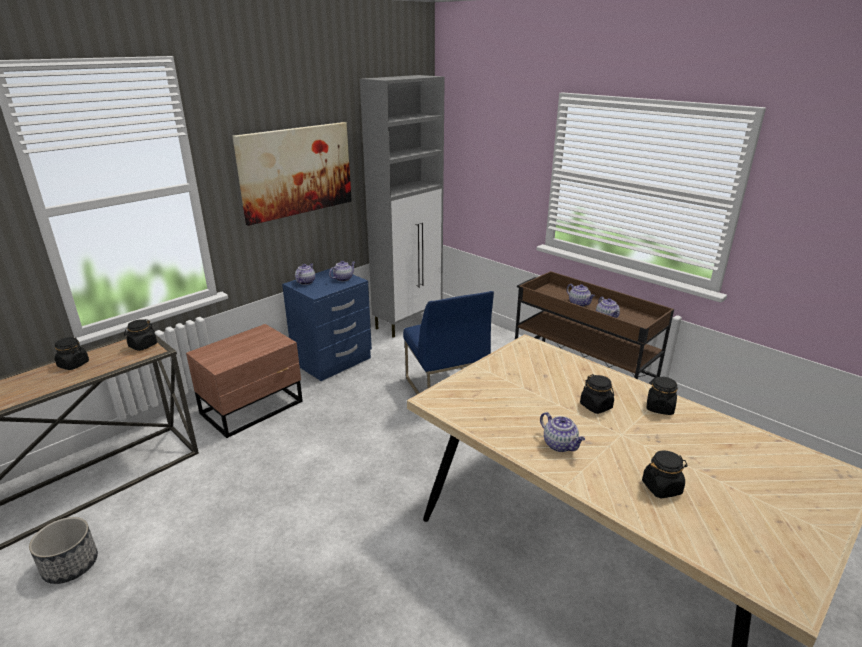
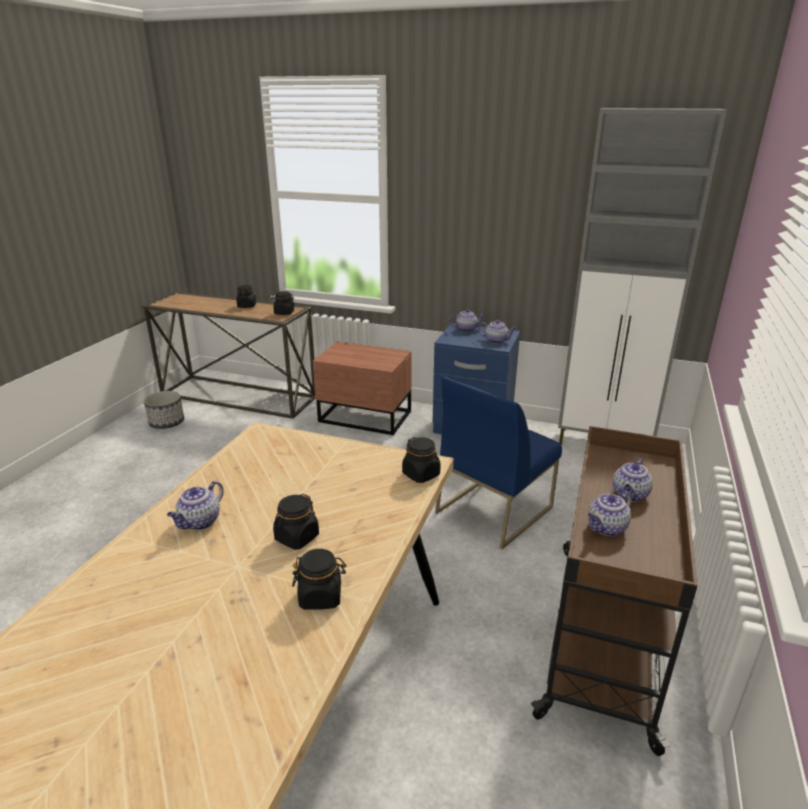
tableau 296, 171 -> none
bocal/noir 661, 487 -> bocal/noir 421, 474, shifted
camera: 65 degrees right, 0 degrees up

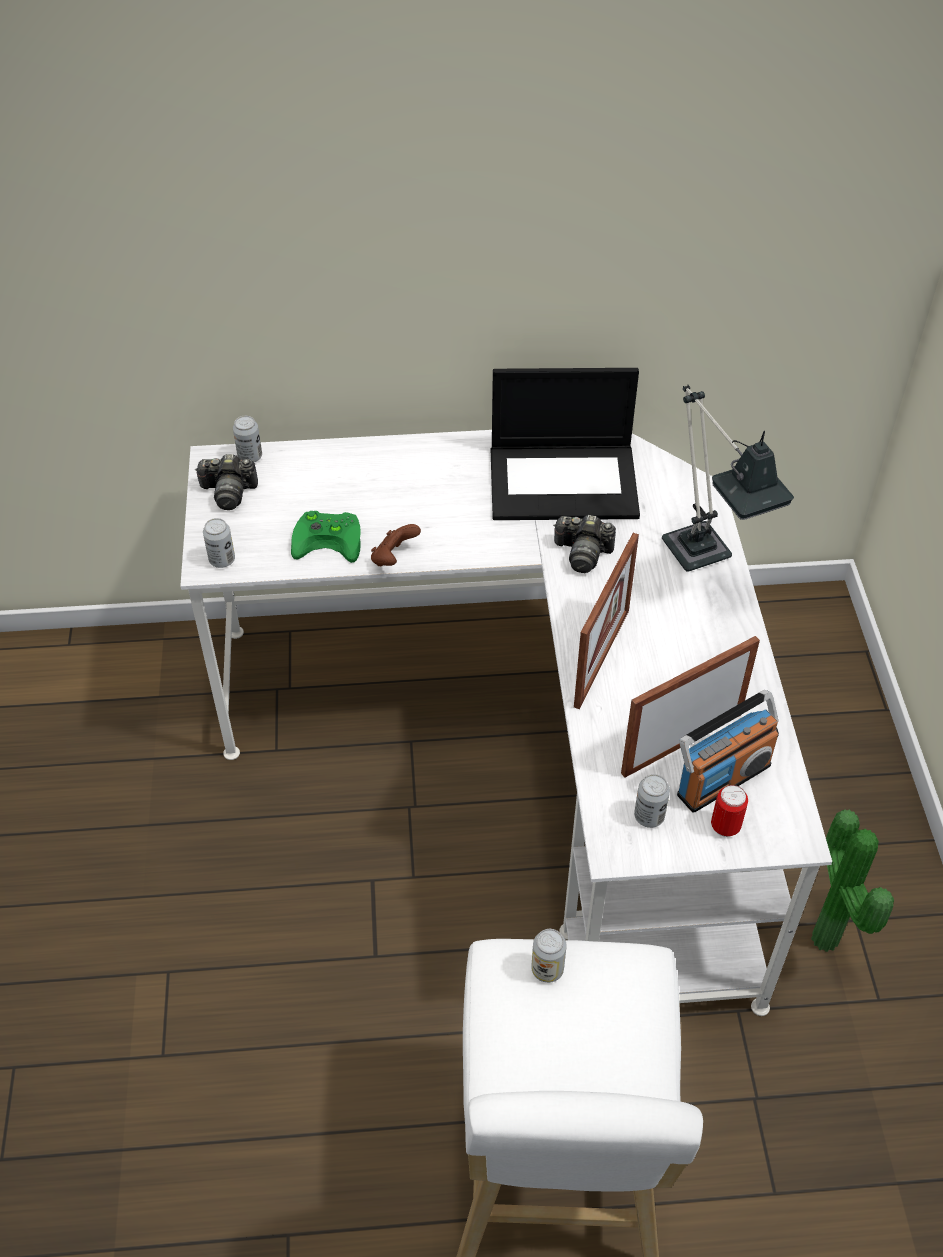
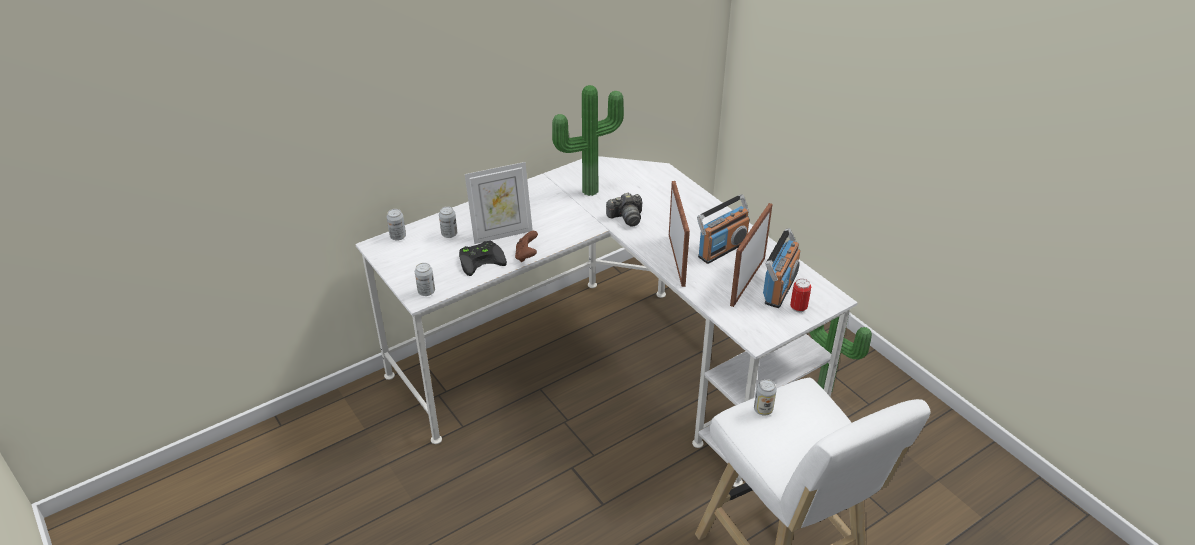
ordinateur portable 565, 481 -> plante en pot 588, 189
lampe de table 704, 560 -> none
appareil photo 229, 492 -> none
manette/vert 330, 539 -> manette/noir 482, 259
boîte métallique 649, 816 -> boîte métallique 449, 234, shifted
none -> cadre photo 502, 233
none -> radio 722, 249
camera: 30 degrees left, 10 degrees down

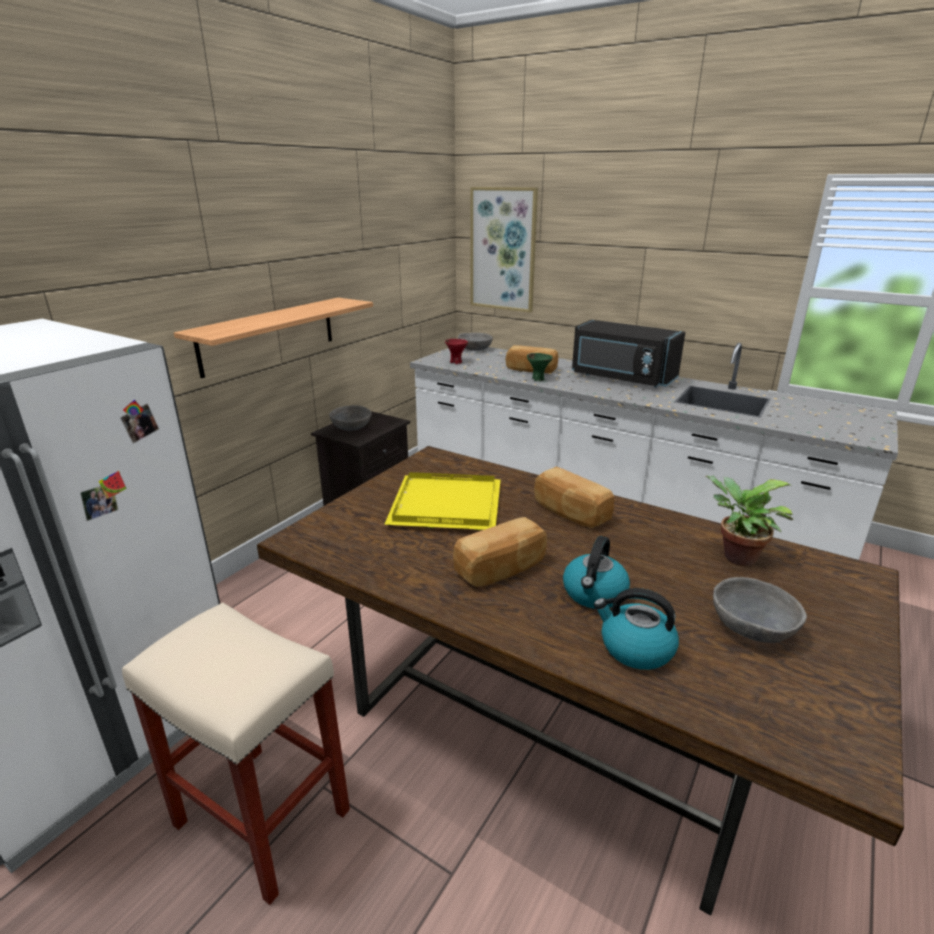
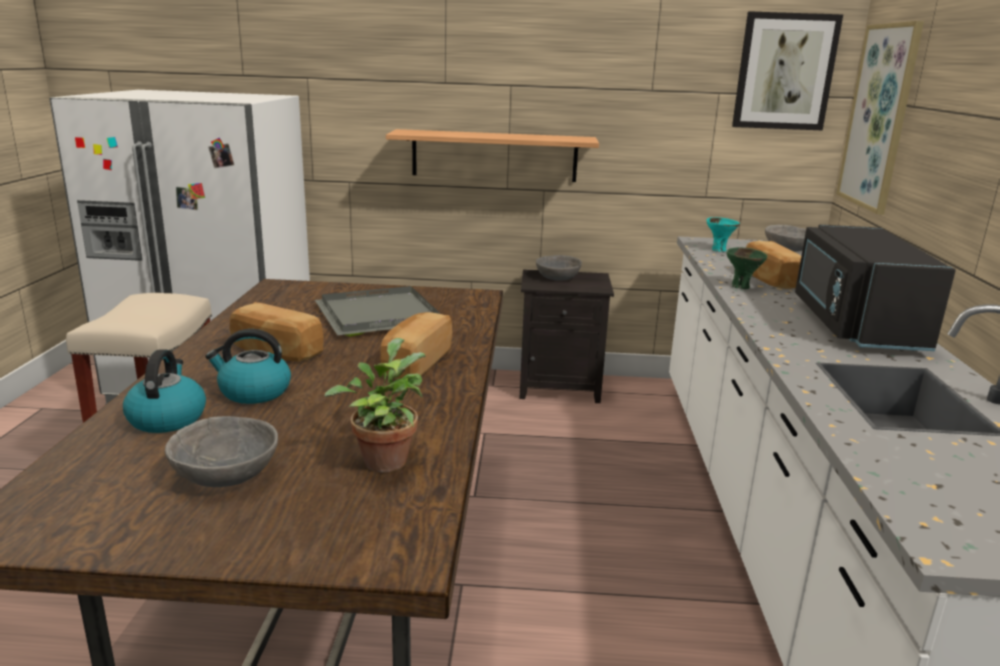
bol/rouge 456, 362 -> bol/turquoise 718, 249
plateau/jaune 444, 503 -> plateau/gris 381, 315
none -> tableau 784, 72
camera: 60 degrees right, 5 degrees down

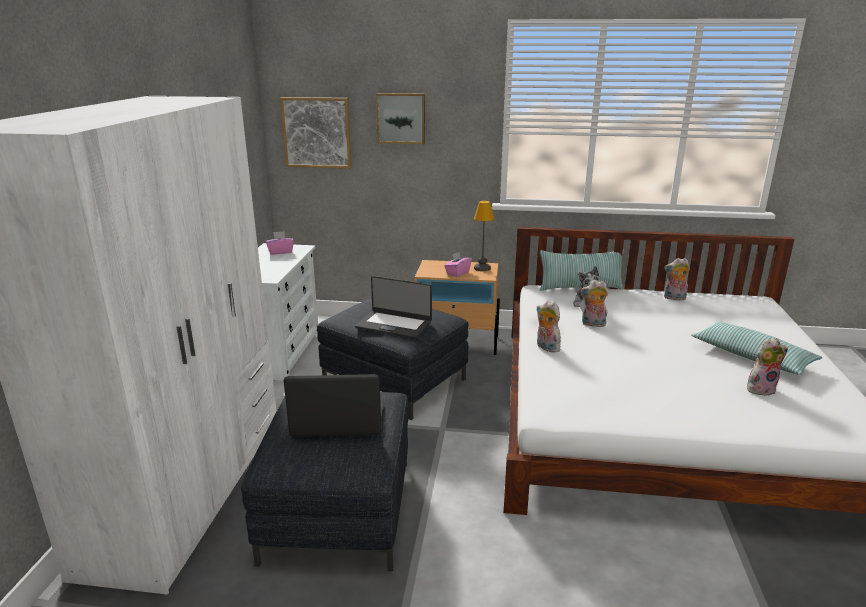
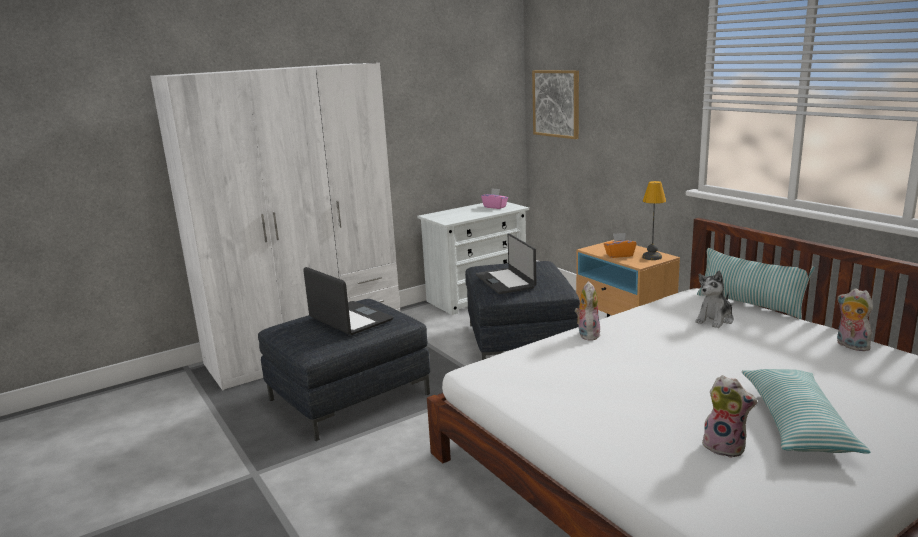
tableau 401, 118 -> none
boîte à mouchoirs/rose 457, 273 -> boîte à mouchoirs/orange 619, 255
peluche 592, 324 -> none
camera: 50 degrees right, 5 degrees down

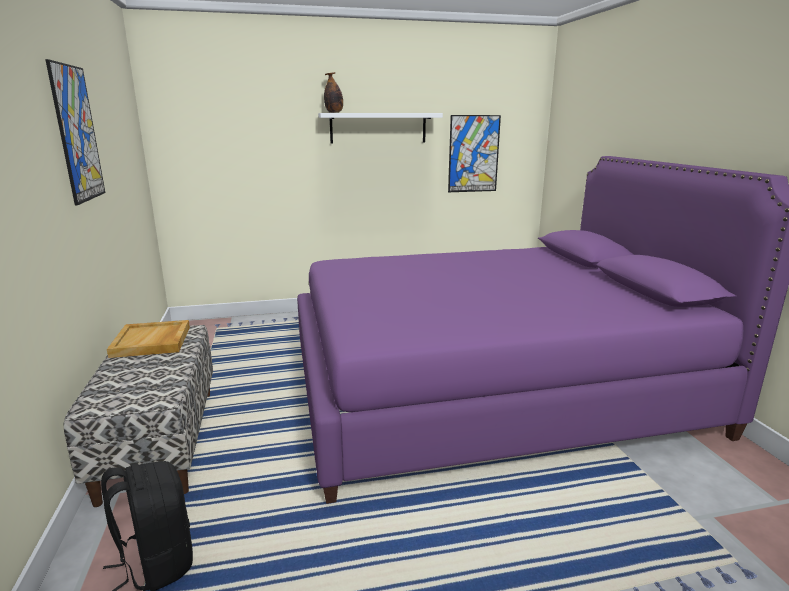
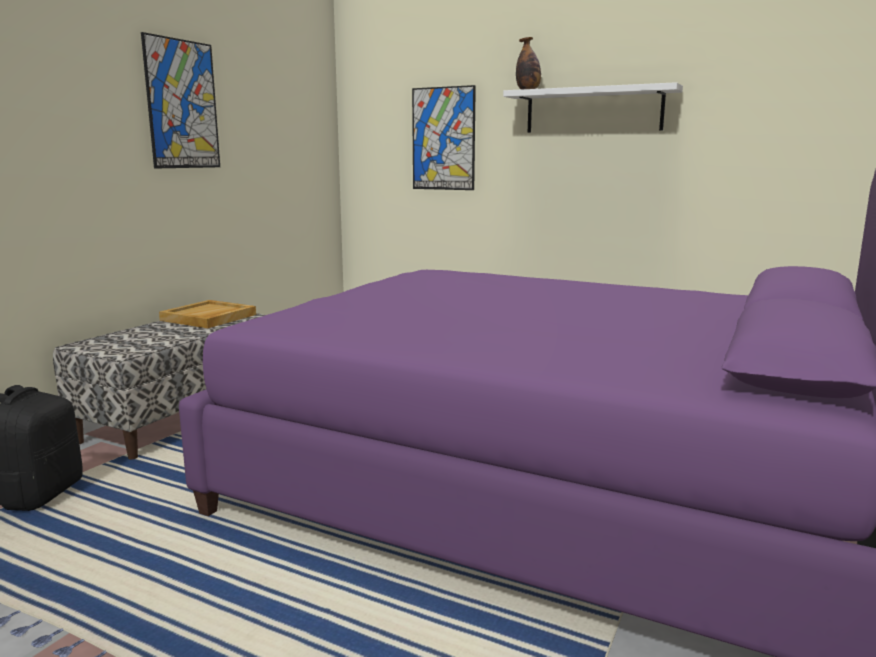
tableau 473, 154 -> tableau 443, 139, shifted
camera: 40 degrees right, 5 degrees down

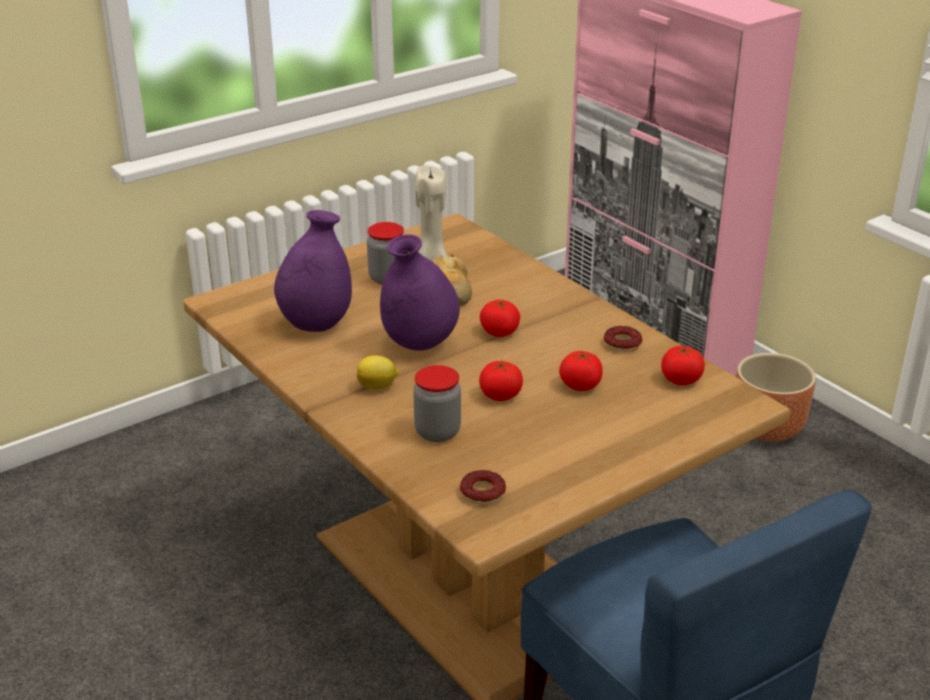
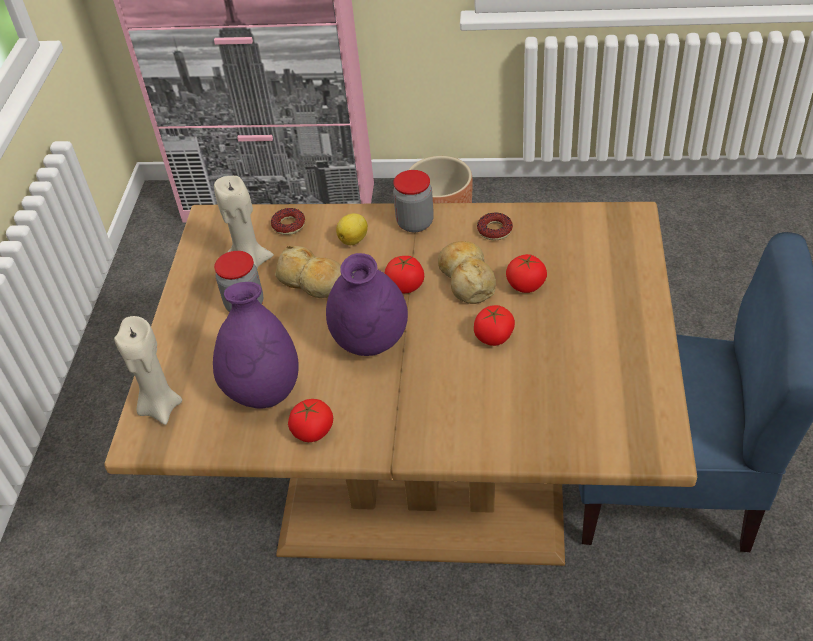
tomate 681, 380 -> tomate 313, 431, shifted
citron 378, 386 -> citron 354, 239, shifted
bocal 437, 432 -> bocal 415, 223, shifted
beignet 482, 493 -> beignet 288, 225, shifted
none -> pain 466, 279
none -> bougie/beige 160, 407
camera: 45 degrees left, 15 degrees up

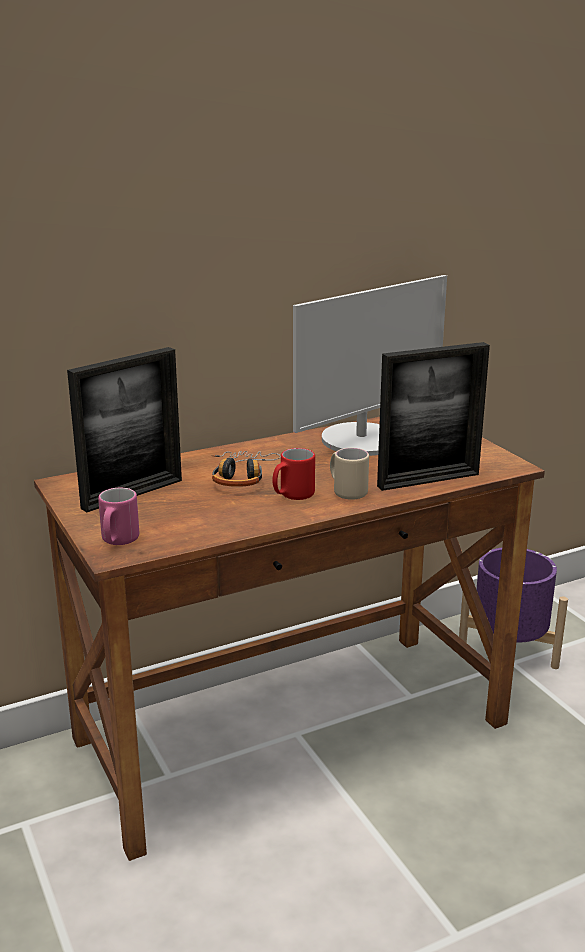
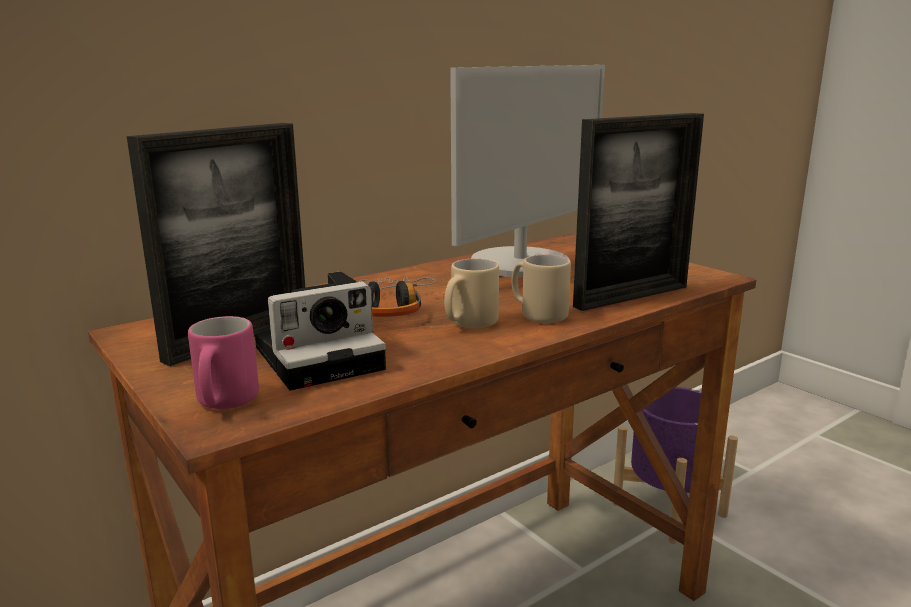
mug/rouge 292, 496 -> mug/beige 468, 325
none -> appareil photo 323, 356
camera: 10 degrees left, 5 degrees down

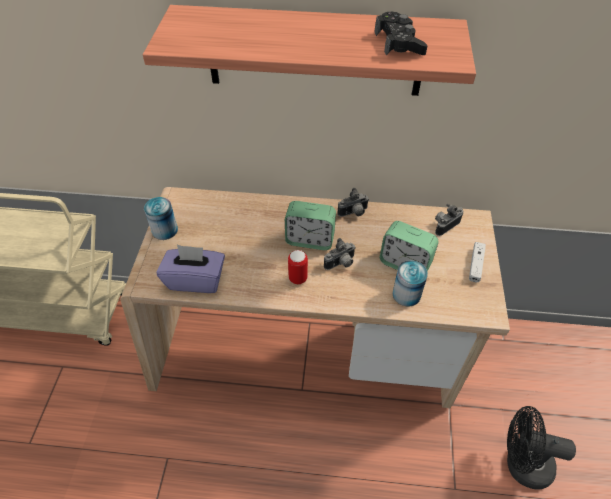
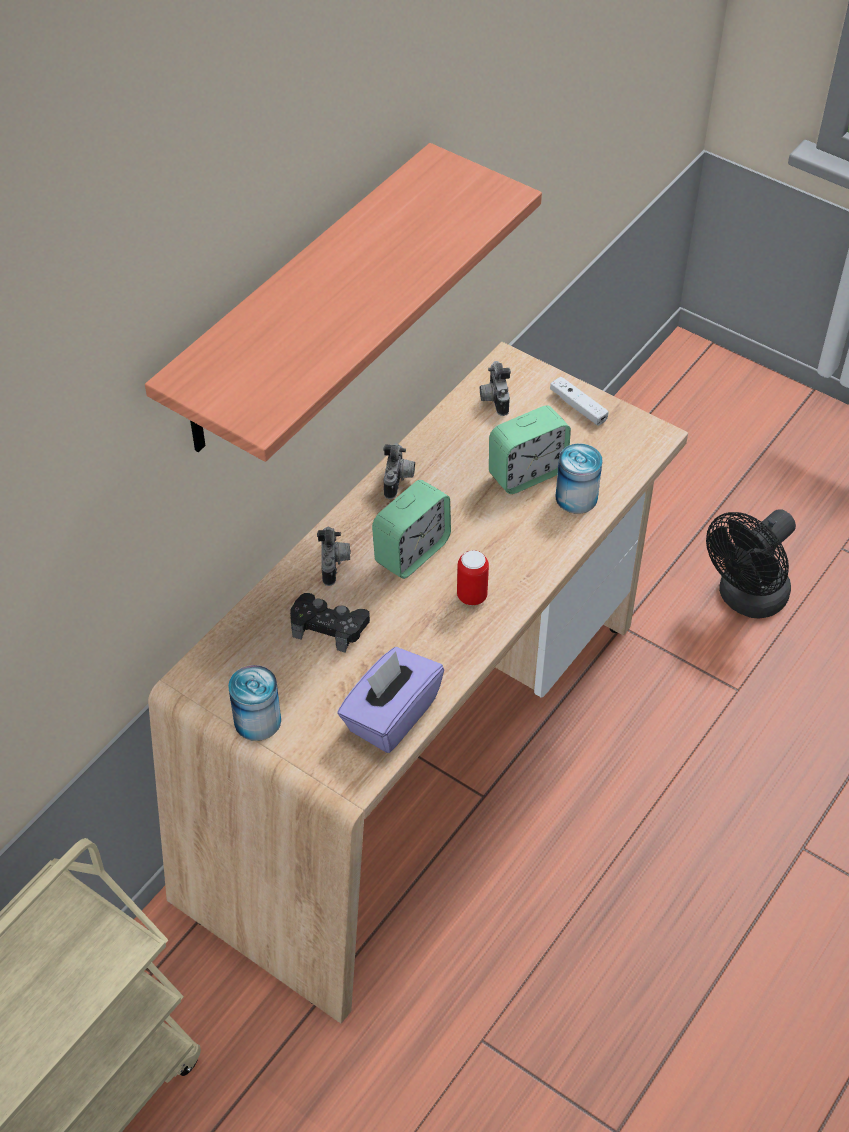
manette/noir 399, 43 -> manette/noir 328, 626, shifted
appareil photo 341, 264 -> appareil photo 335, 564, shifted
camera: 60 degrees left, 0 degrees up

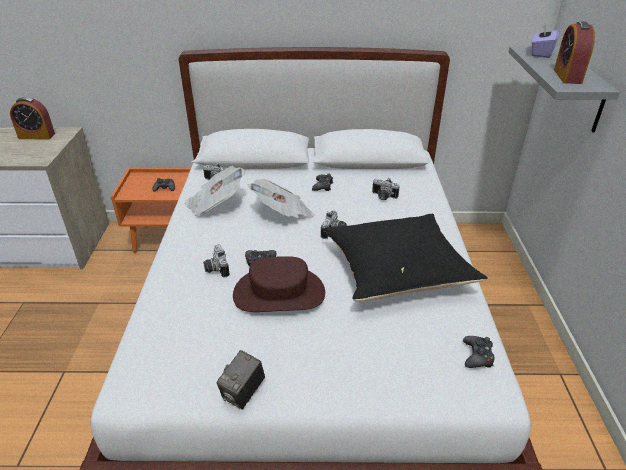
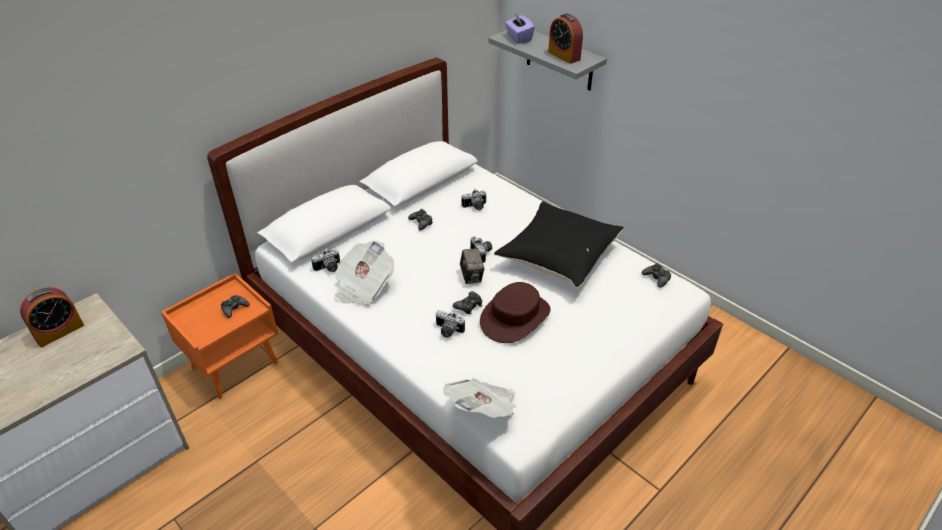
journal 283, 213 -> journal 483, 409, shifted
appareil photo 243, 393 -> appareil photo 471, 276, shifted
camera: 45 degrees left, 5 degrees up

